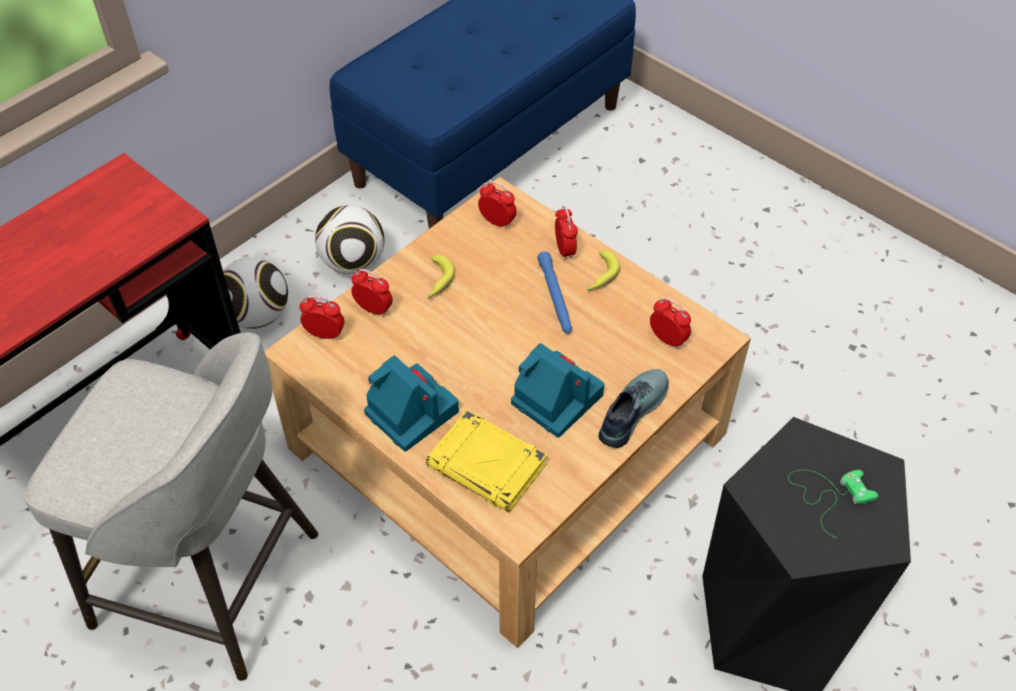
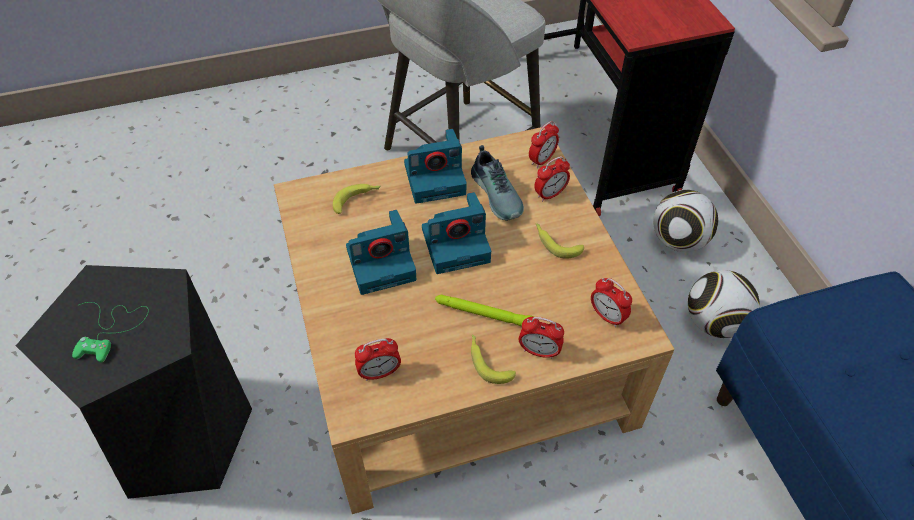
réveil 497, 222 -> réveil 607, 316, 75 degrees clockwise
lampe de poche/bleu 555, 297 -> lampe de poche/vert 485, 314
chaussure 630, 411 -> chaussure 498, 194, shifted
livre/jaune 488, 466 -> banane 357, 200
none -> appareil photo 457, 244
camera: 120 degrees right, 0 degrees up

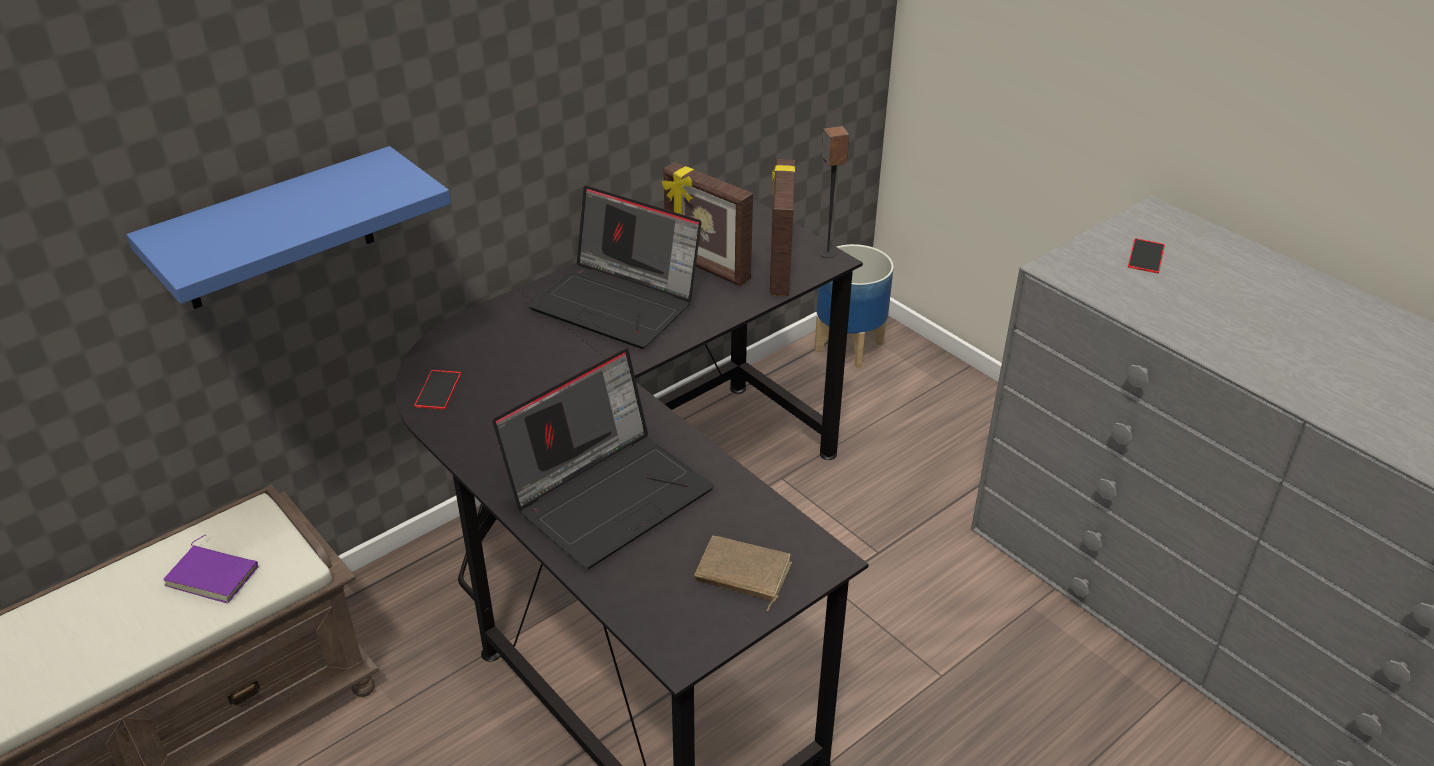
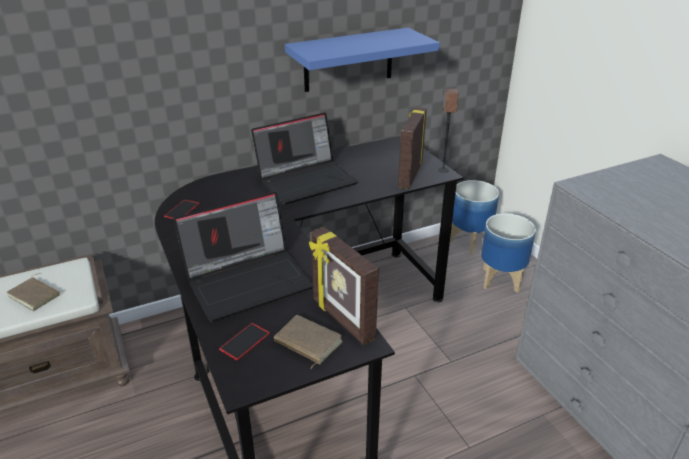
étagère/bleu 276, 230 -> étagère/bleu 348, 60, shifted
cadre photo 706, 268 -> cadre photo 342, 319, shifted
ordinateur portable 619, 303 -> ordinateur portable 307, 180, 75 degrees counterclockwise
téléphone 1146, 256 -> téléphone 244, 341, shifted
livre/violet 214, 575 -> livre/marron 36, 295
none -> cache-pot 501, 280
camera: 15 degrees right, 5 degrees down

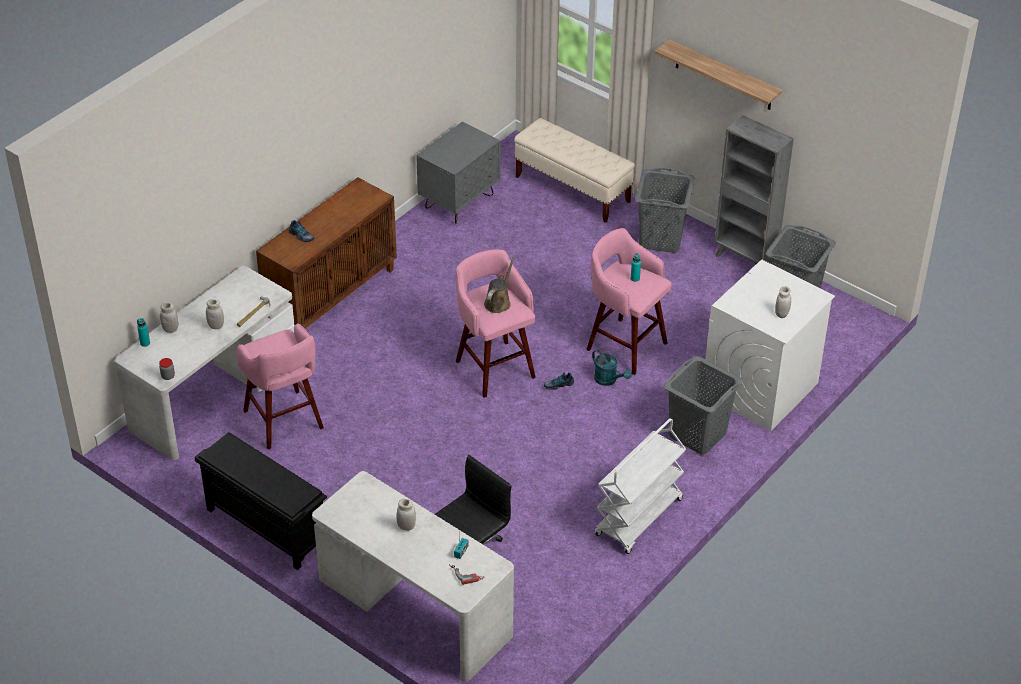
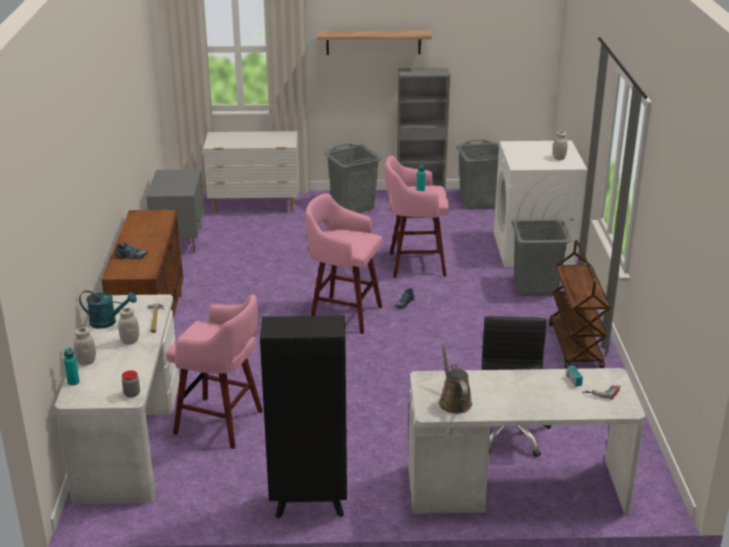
banc/beige 573, 190 -> commode/blanc 255, 205
arrosoir/marron 498, 302 -> arrosoir/marron 454, 401, shifted
arrosoir/turquoise 608, 380 -> arrosoir/turquoise 108, 322, shifted
chariot/blanc 639, 518 -> chariot/marron 575, 347
étagère à chaussures/noir 265, 526 -> bibliothèque/noir 308, 503
bocal/blanc 406, 526 -> none
camera: 40 degrees left, 15 degrees down

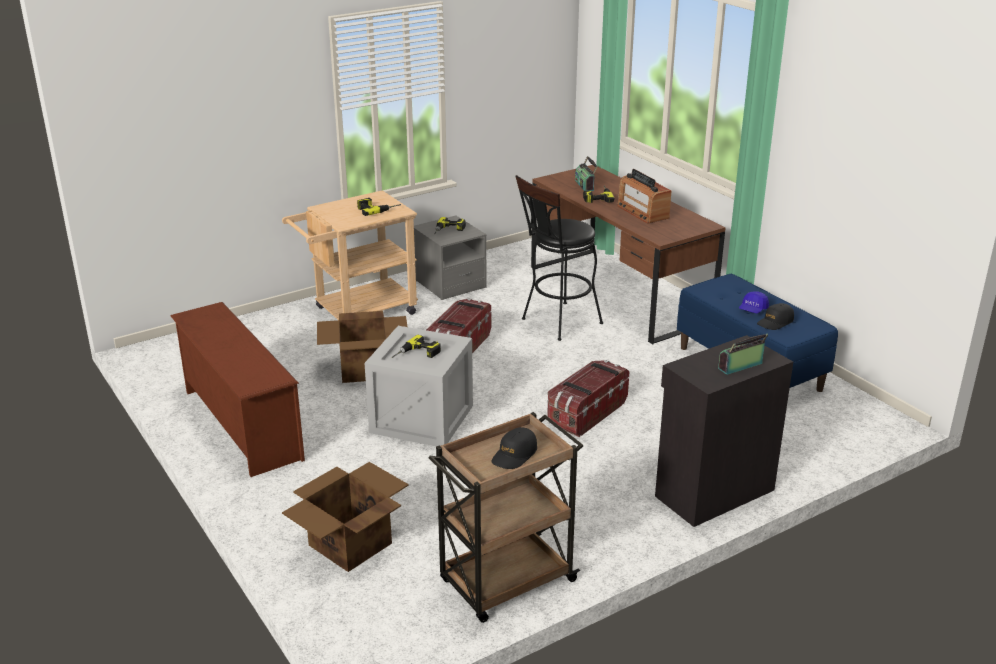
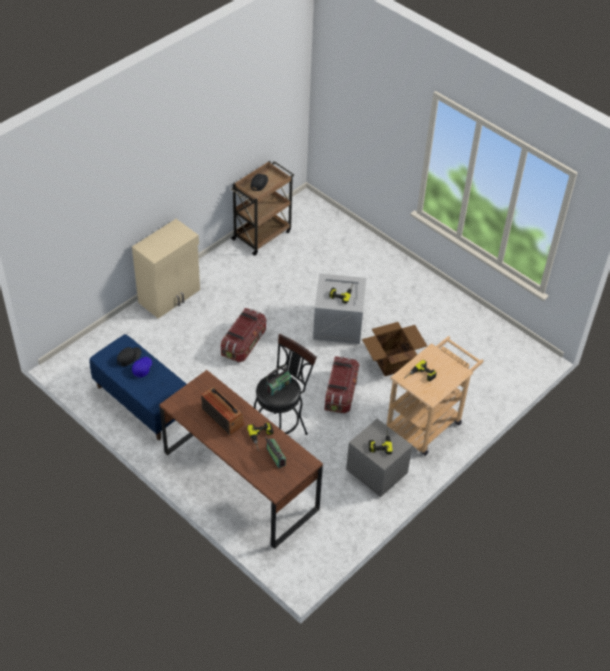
étagère à chaussures/marron 240, 424 -> none
radio 741, 366 -> radio 278, 386, shifted
meuble de rangement/noir 712, 492 -> meuble de rangement/beige 170, 296
carton 349, 544 -> none
camera: 165 degrees right, 20 degrees up

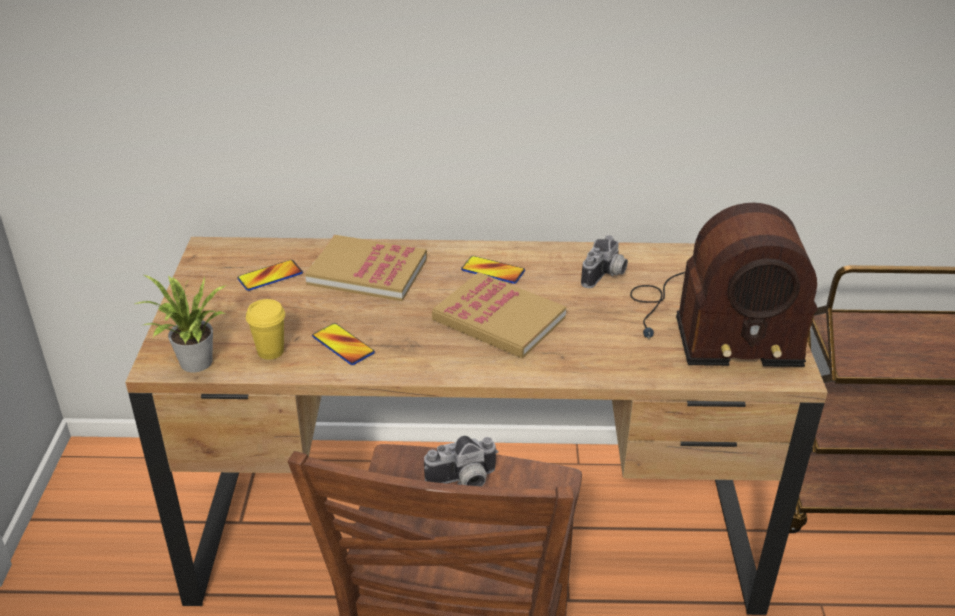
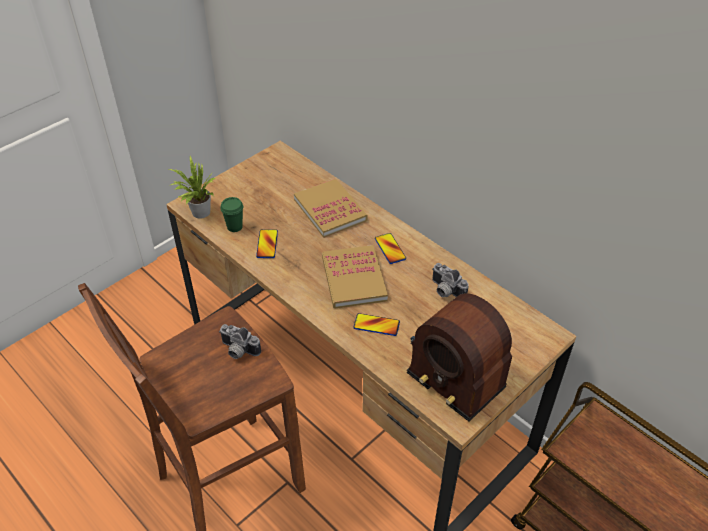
appareil photo 605, 276 -> appareil photo 445, 291, 60 degrees clockwise
téléphone 270, 276 -> téléphone 376, 325, shifted
tasse/jaune 270, 351 -> tasse/vert 234, 227
camera: 45 degrees right, 10 degrees up

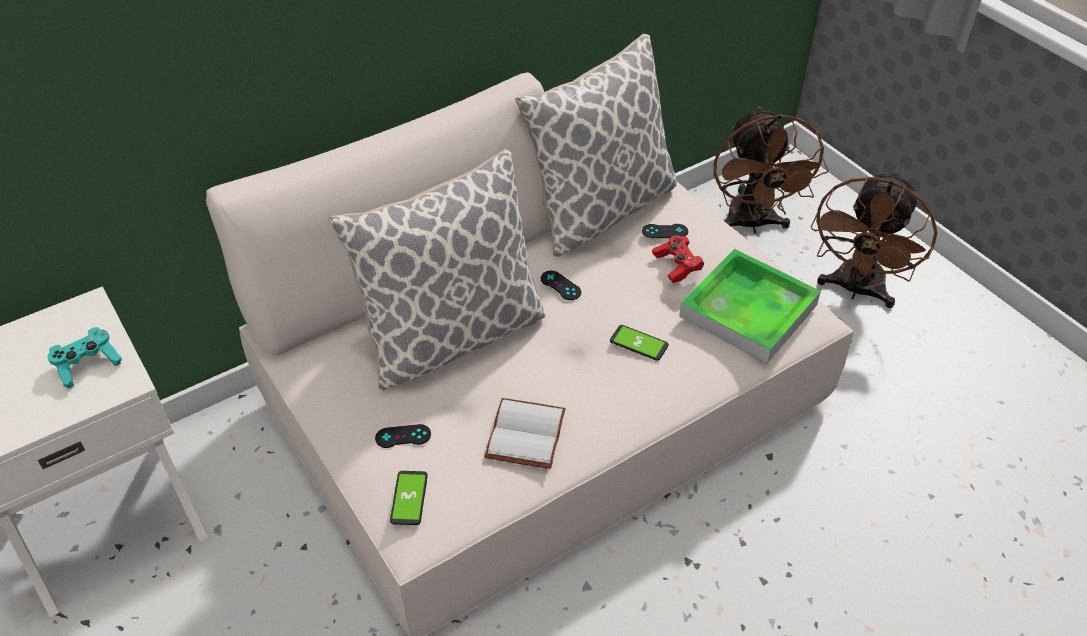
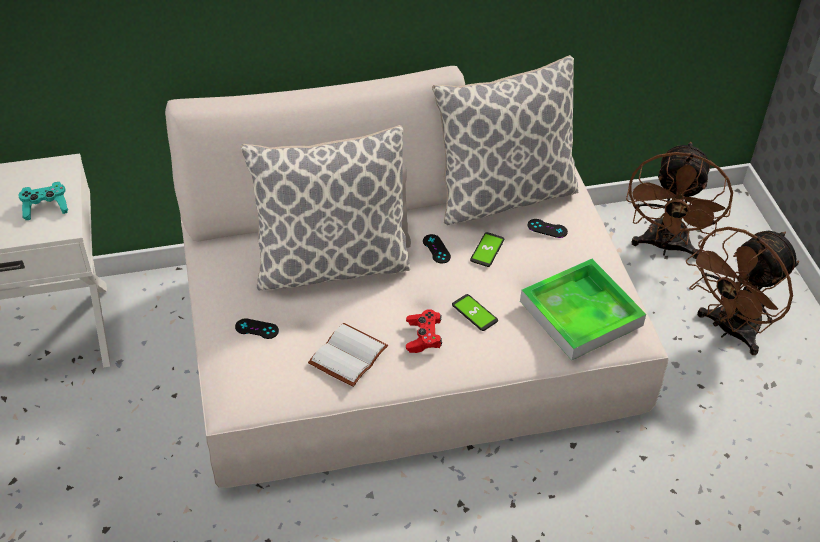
manette/rouge 677, 265 -> manette/rouge 423, 337, shifted
téléphone 409, 498 -> téléphone 487, 250, shifted
camera: 20 degrees right, 0 degrees up

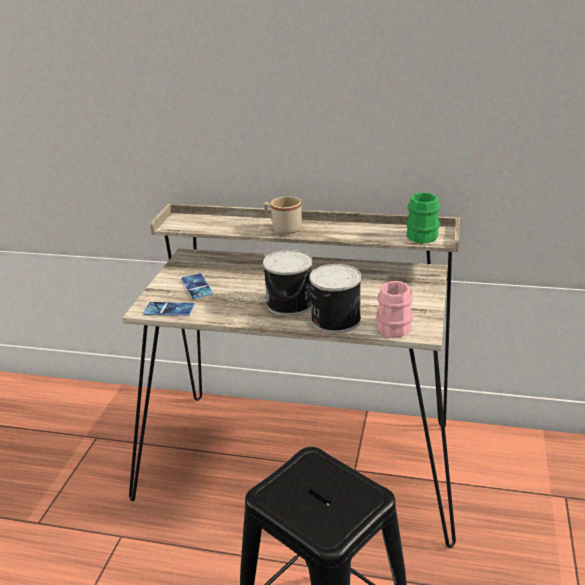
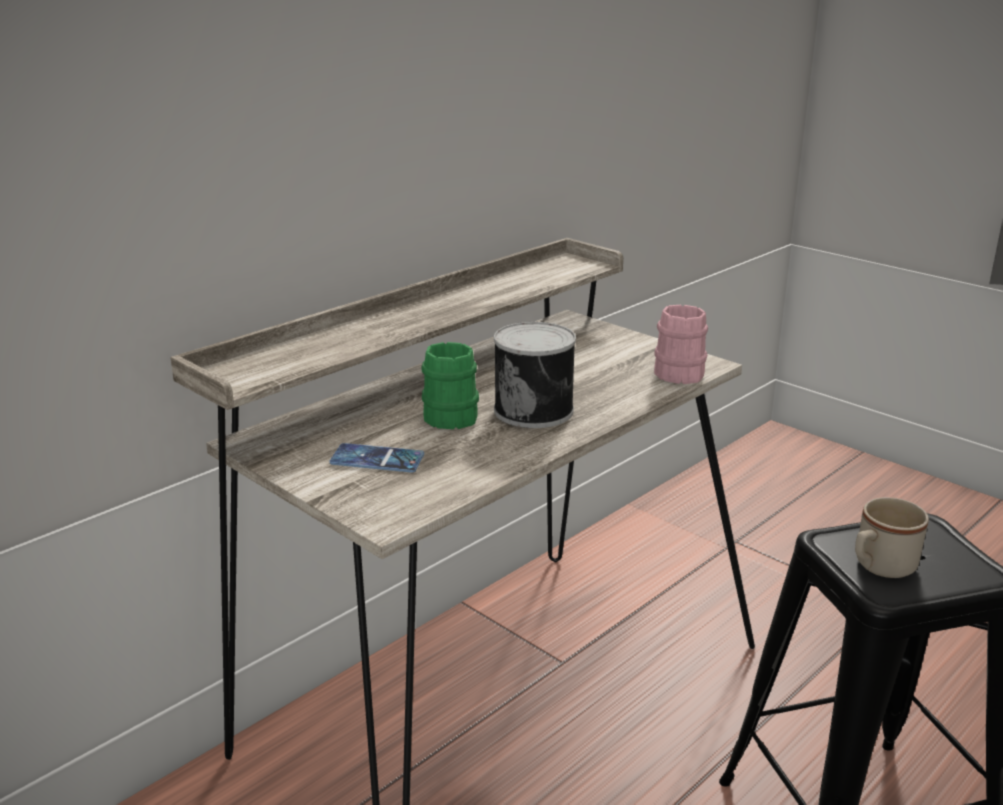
mug/vert 423, 234 -> mug/vert 446, 414, shifted
mug/beige 283, 228 -> mug/beige 879, 567, shifted
boîte métallique 334, 319 -> none
téléphone 169, 309 -> none
camera: 60 degrees left, 5 degrees down

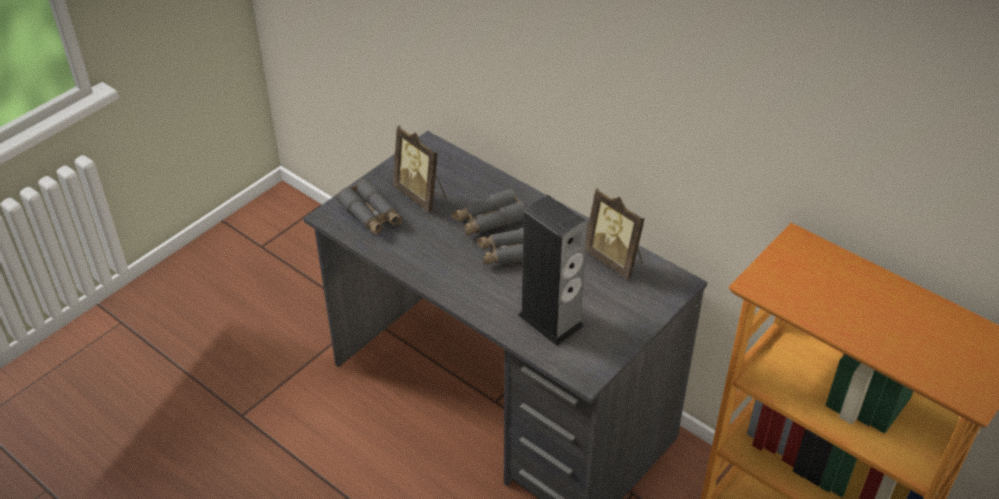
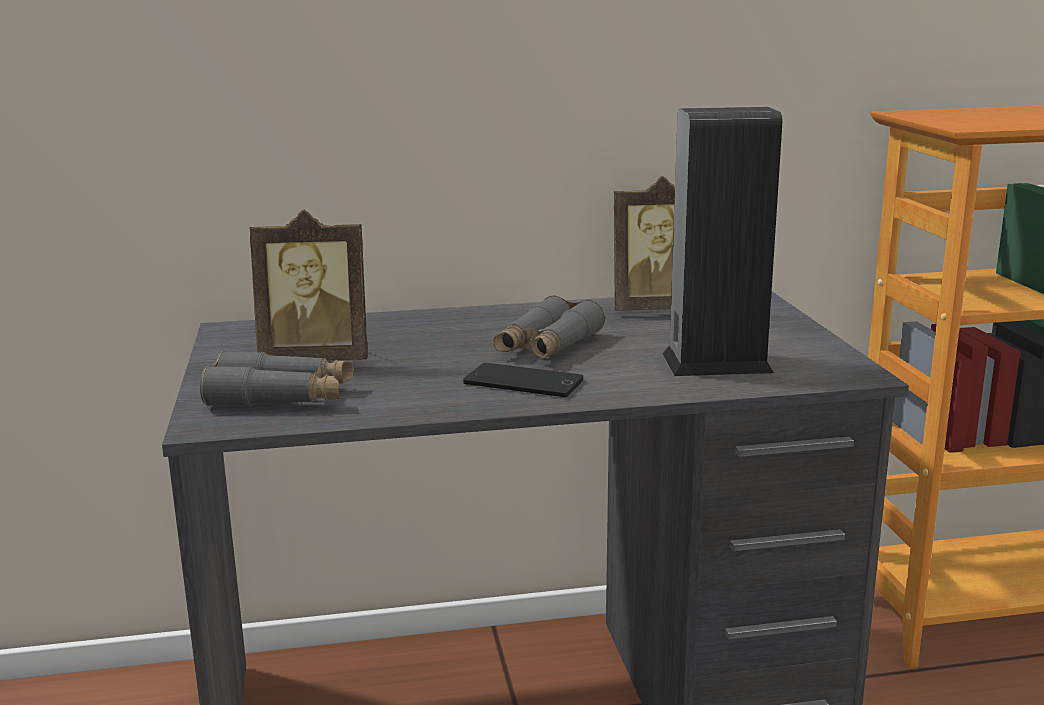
jumelles/gris 488, 221 -> none
none -> téléphone 523, 382
camera: 50 degrees left, 25 degrees down

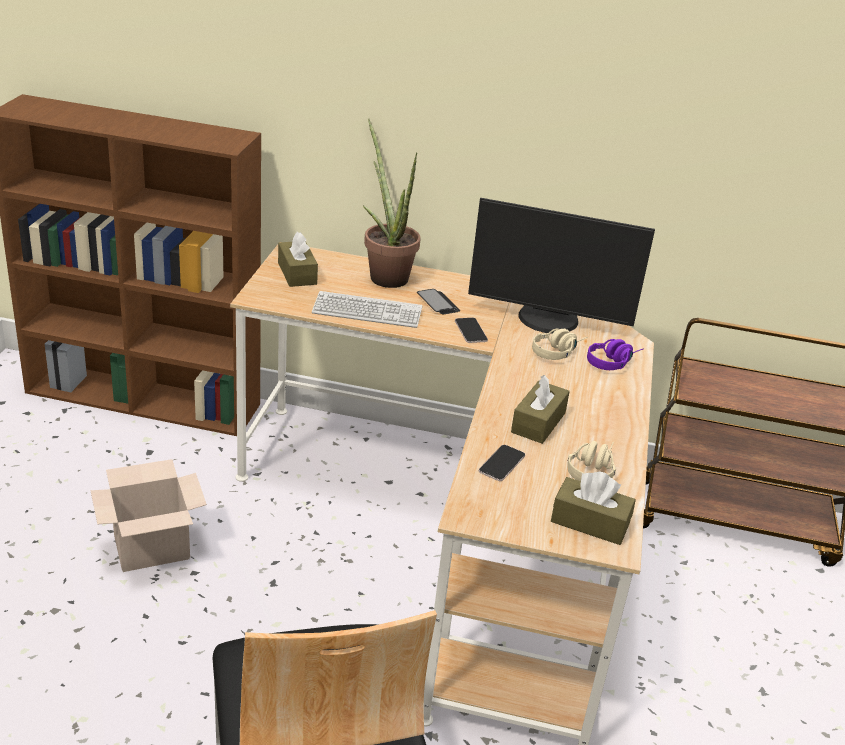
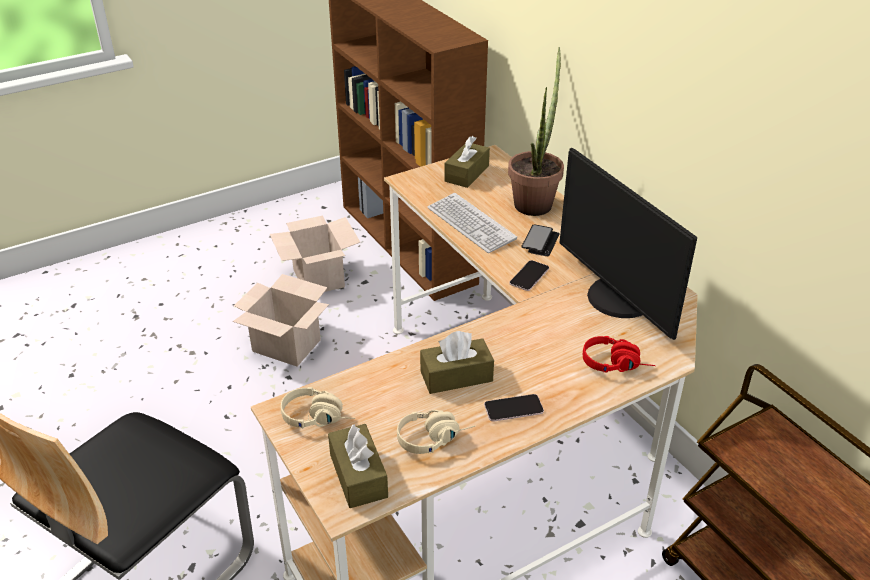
casque audio/beige 558, 351 -> casque audio/beige 320, 417, shifted
casque audio/violet 613, 362 -> casque audio/rouge 617, 364
téléphone 502, 463 -> téléphone 513, 408, shifted
none -> carton 317, 277
camera: 50 degrees right, 5 degrees up

